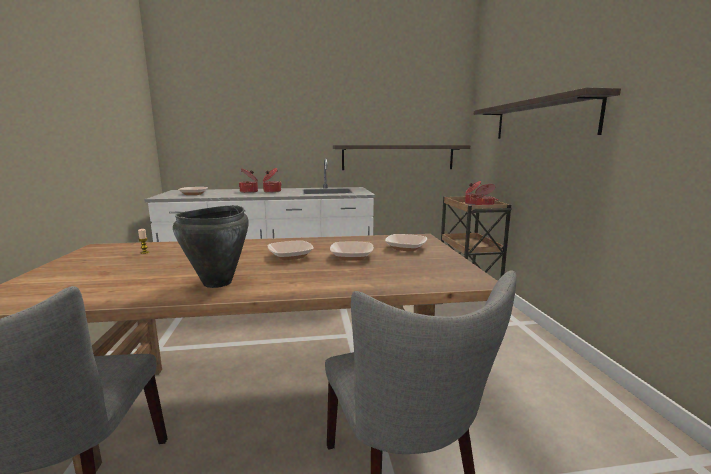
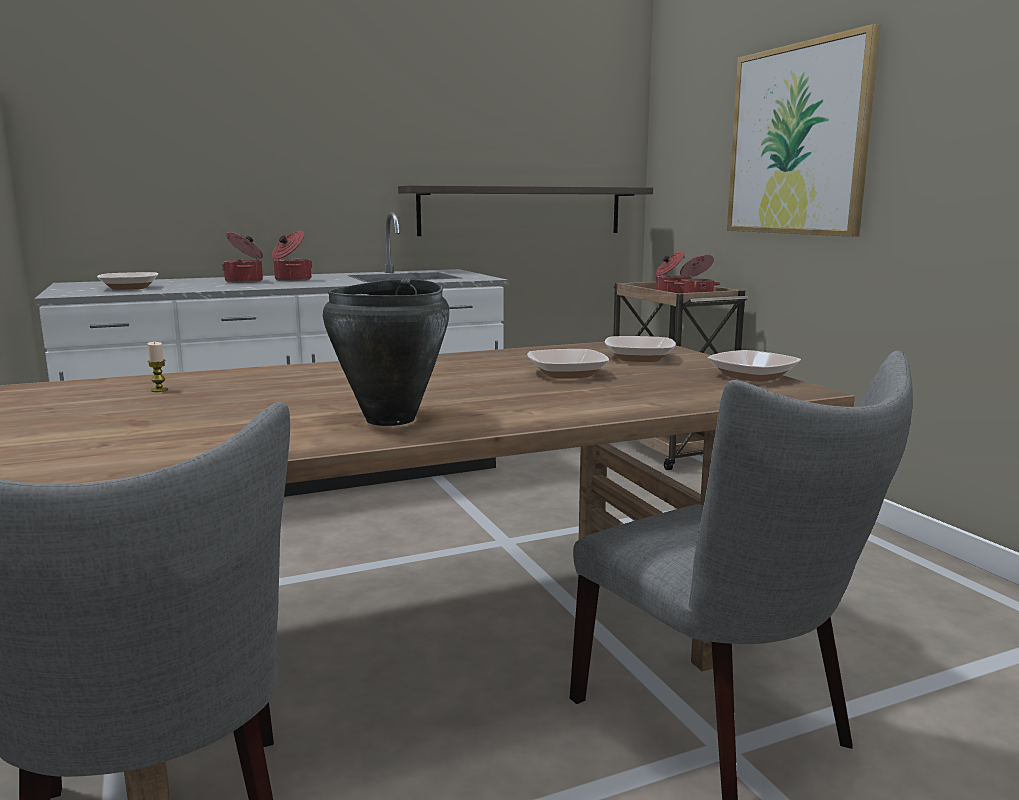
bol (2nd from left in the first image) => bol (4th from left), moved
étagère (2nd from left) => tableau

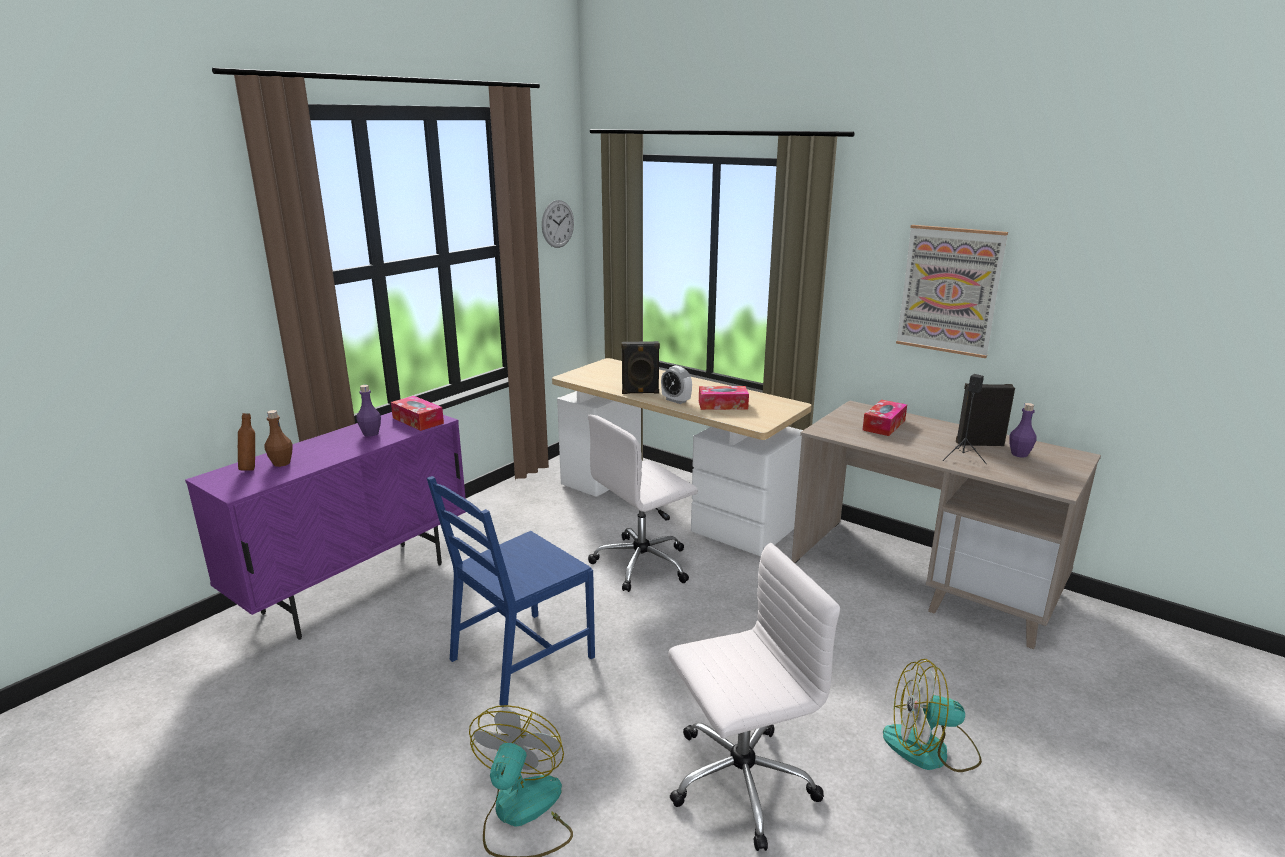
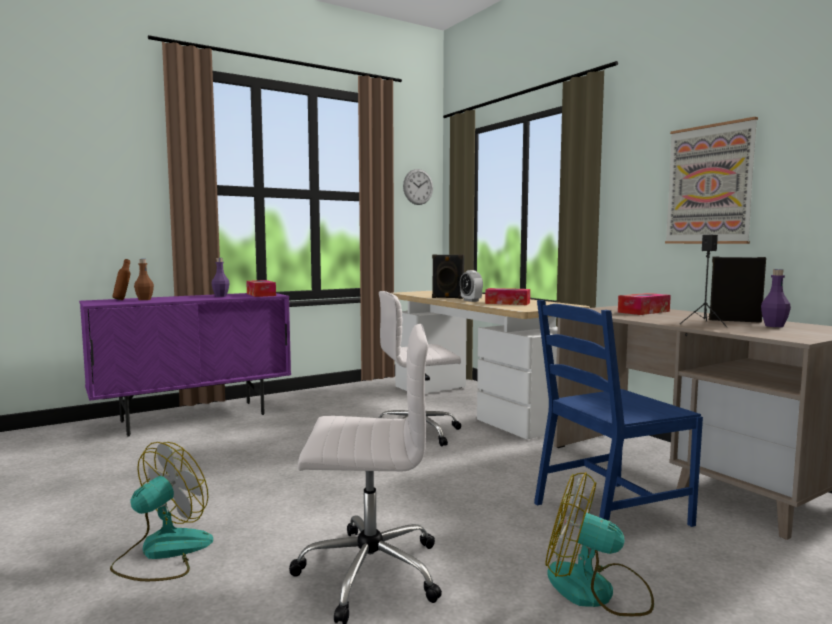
chaise [bleu], moved

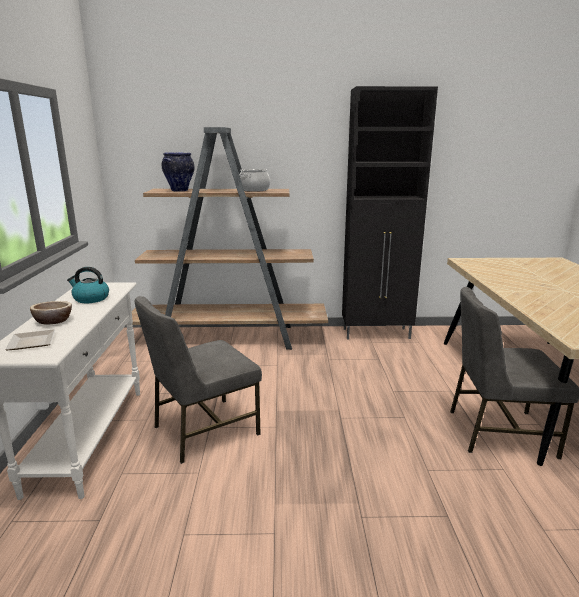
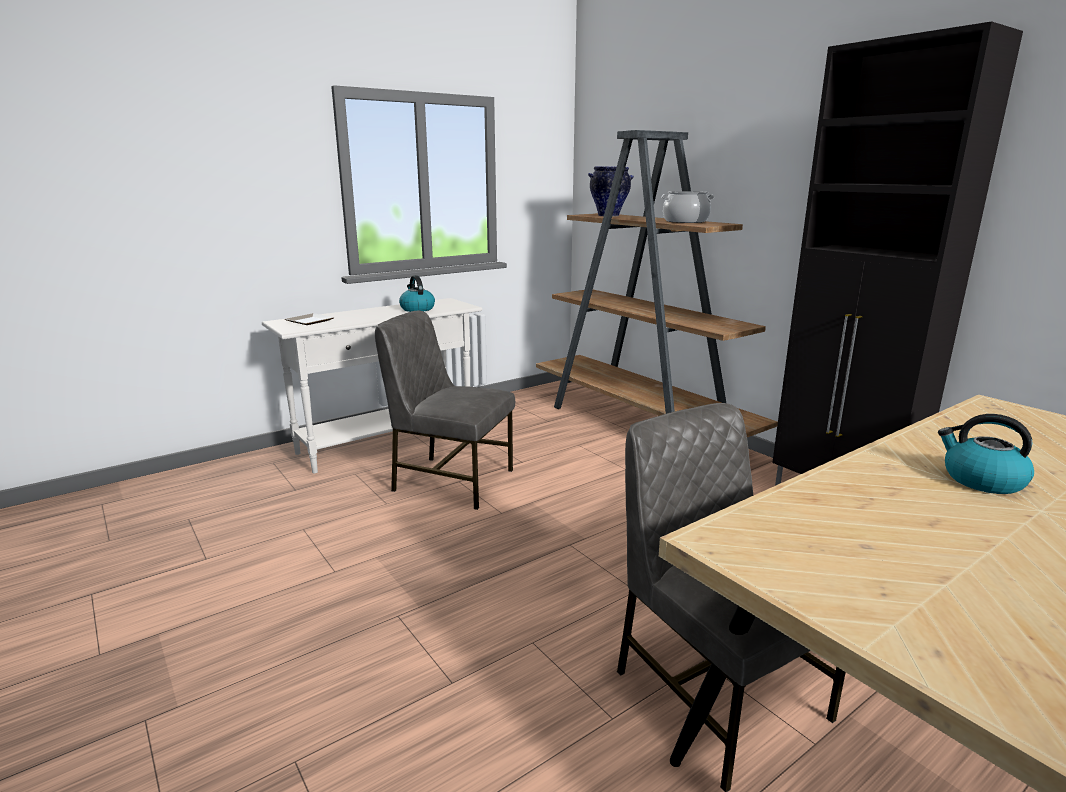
bol => nothing
nothing => bouilloire (2nd from left)

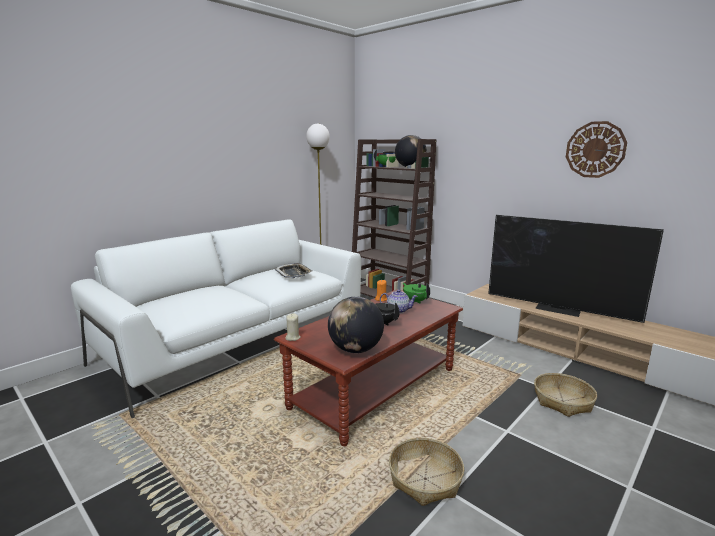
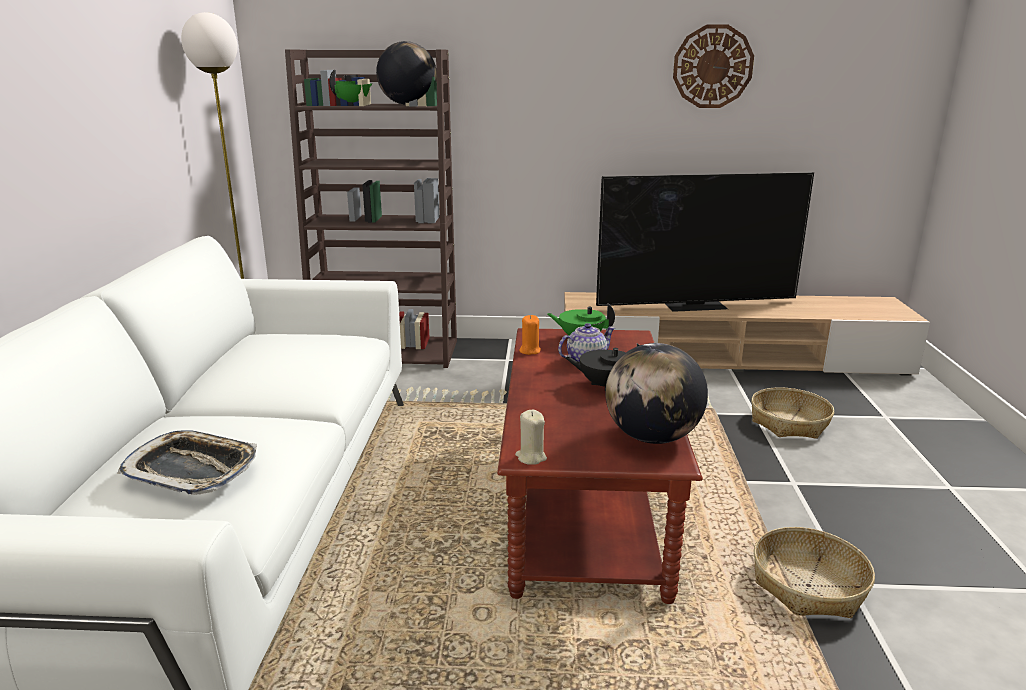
plateau, moved

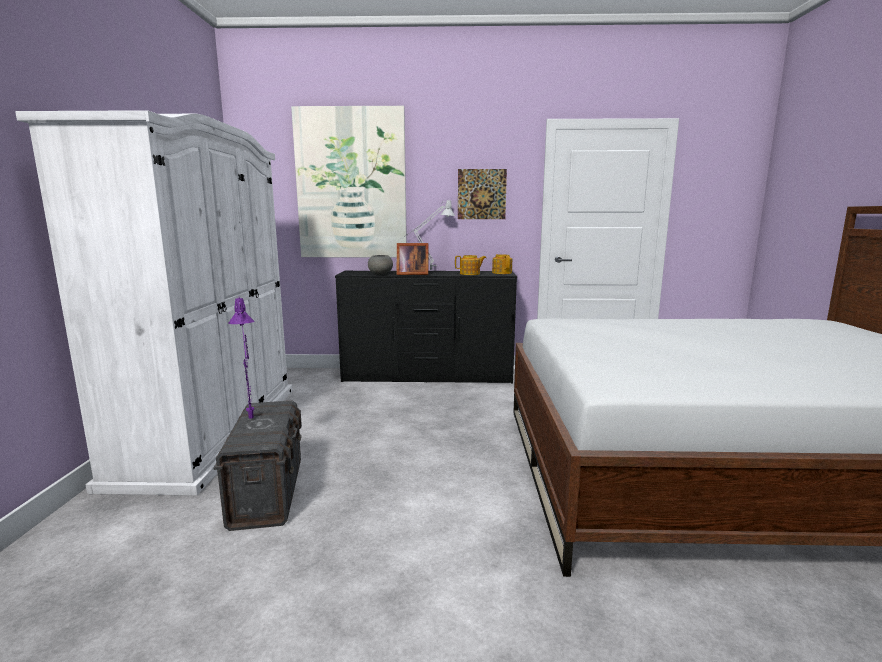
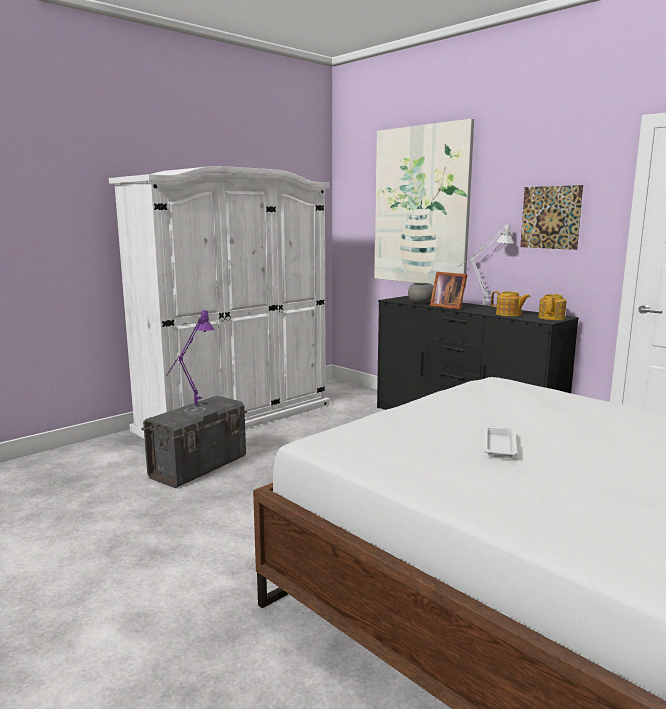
nothing => plateau [blanc]

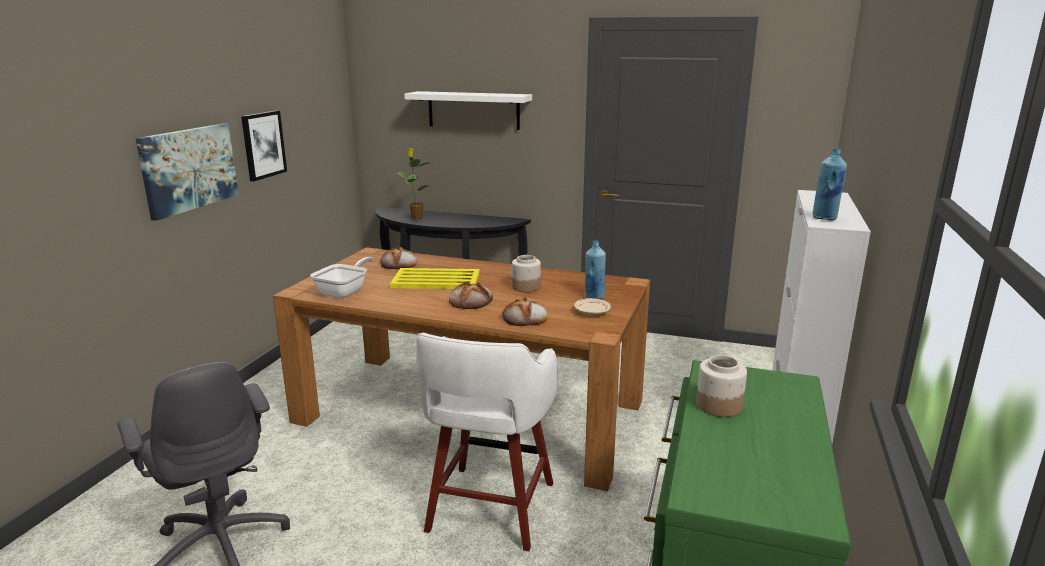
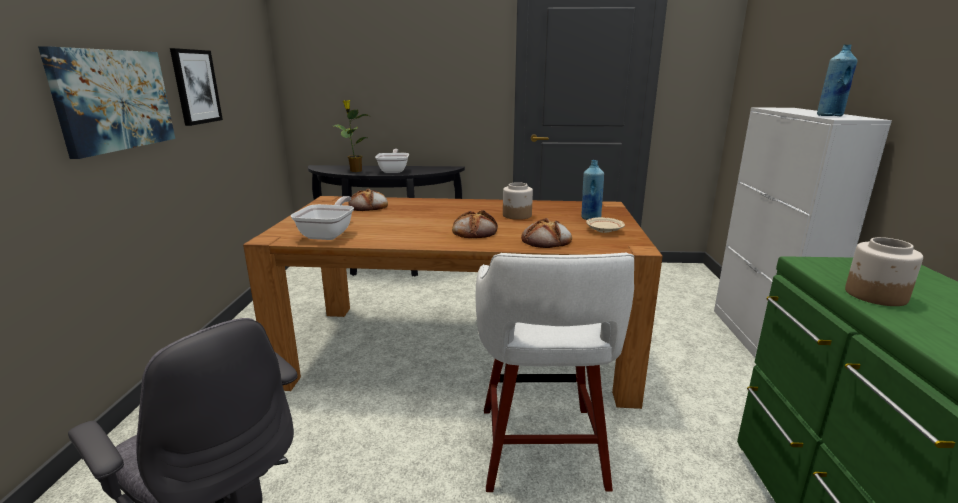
plateau [jaune] => nothing
étagère [blanc] => nothing
nothing => poêle (2nd from left)

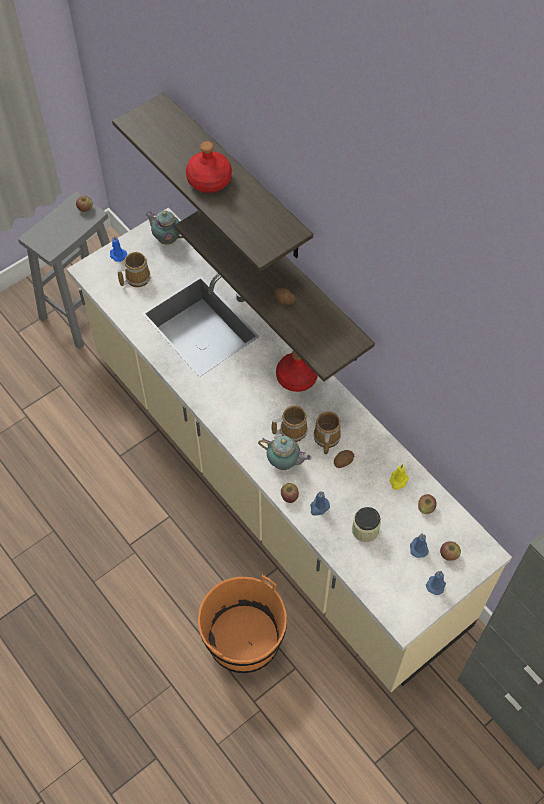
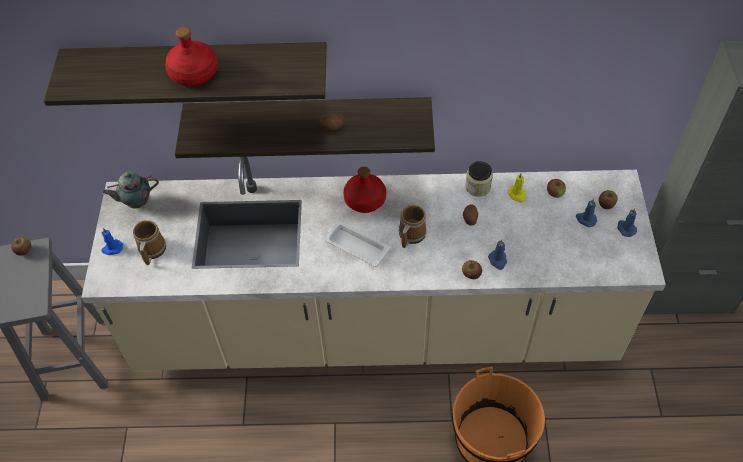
théière (2nd from left) => nothing
mug (3rd from left) => nothing
nothing => plateau [blanc]
bocal, moved

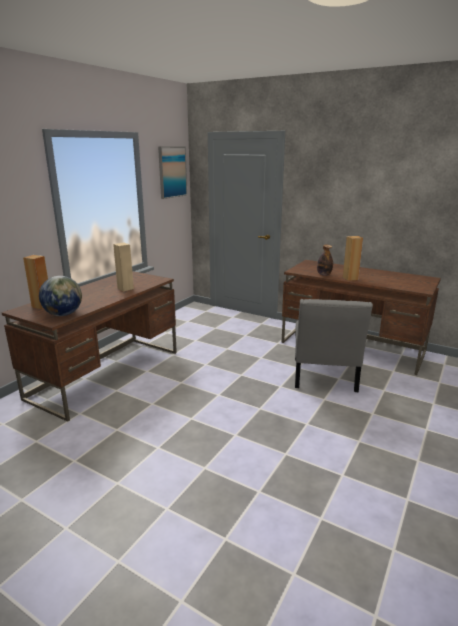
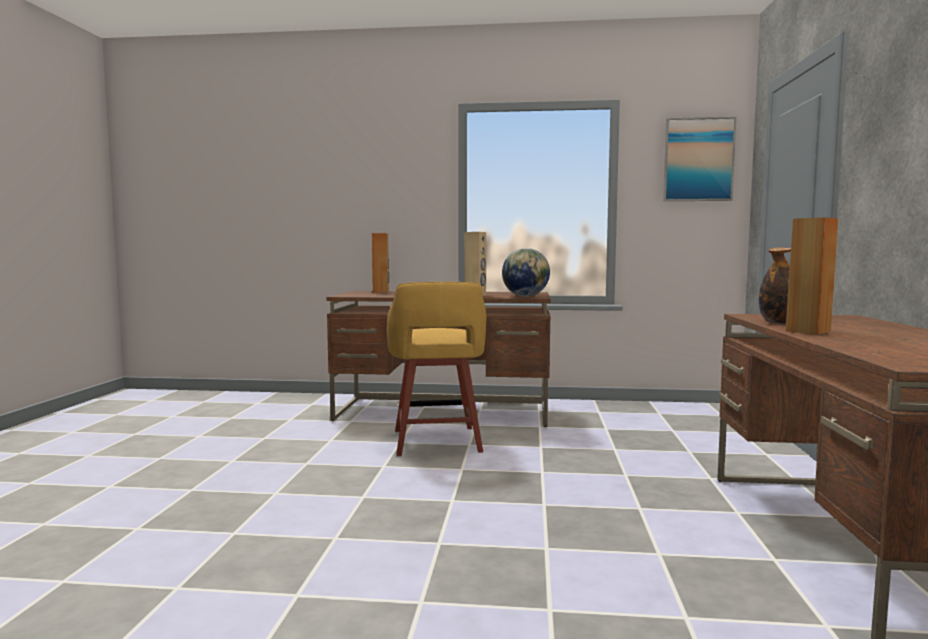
chaise [gris] => nothing
nothing => tabouret [jaune]
globe, moved

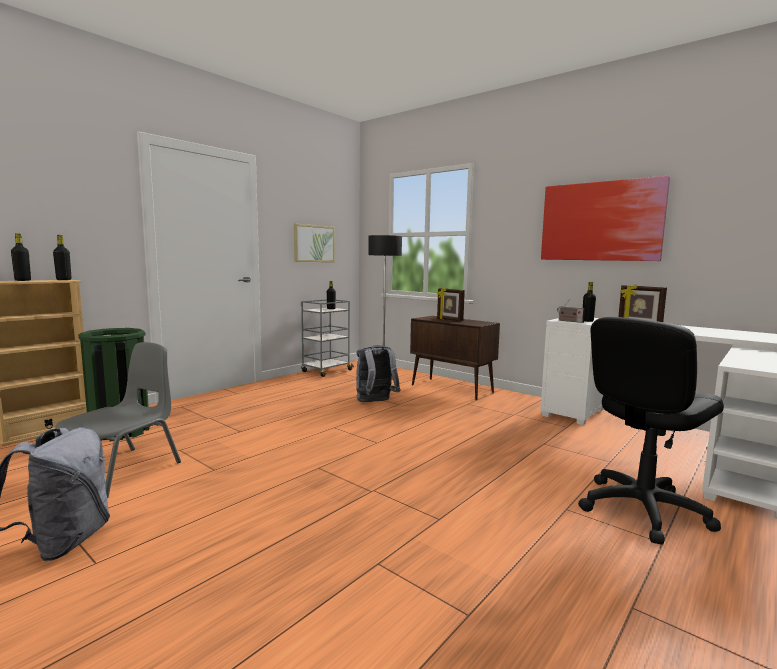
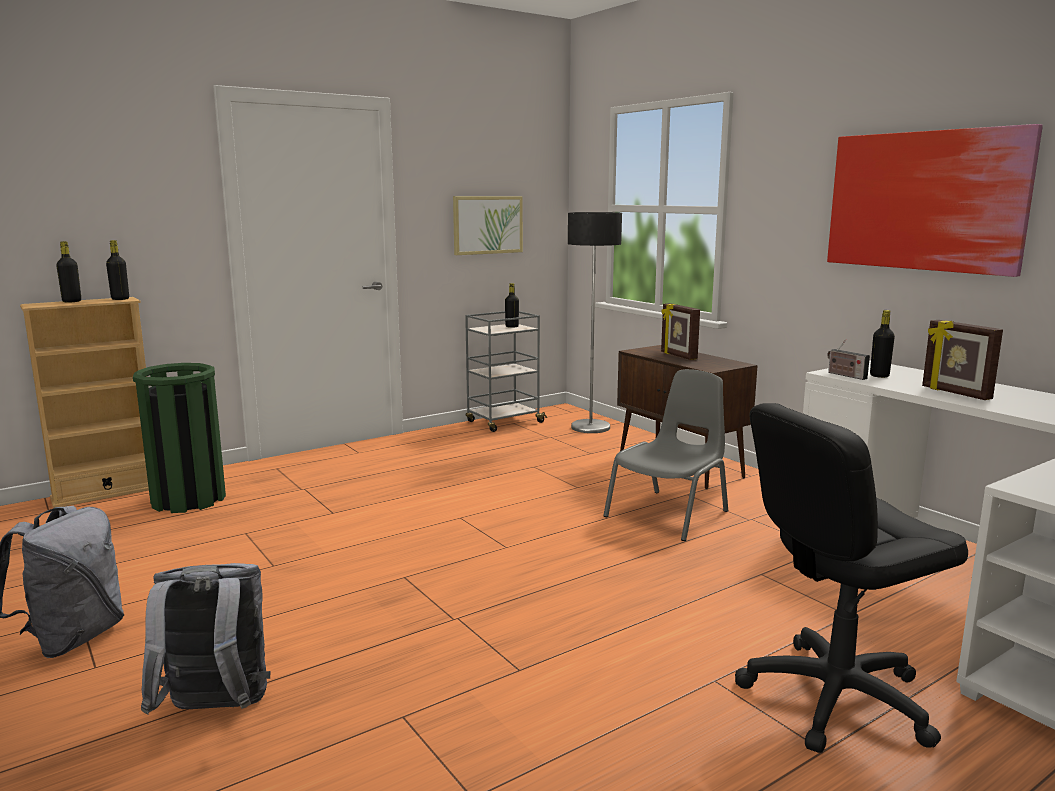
chaise [gris], moved
sac à dos [gris] (2nd from left), moved

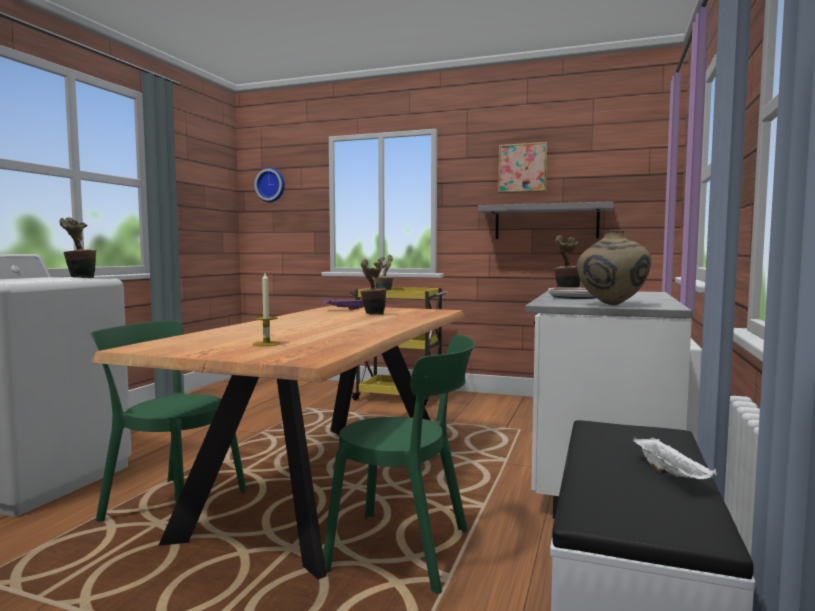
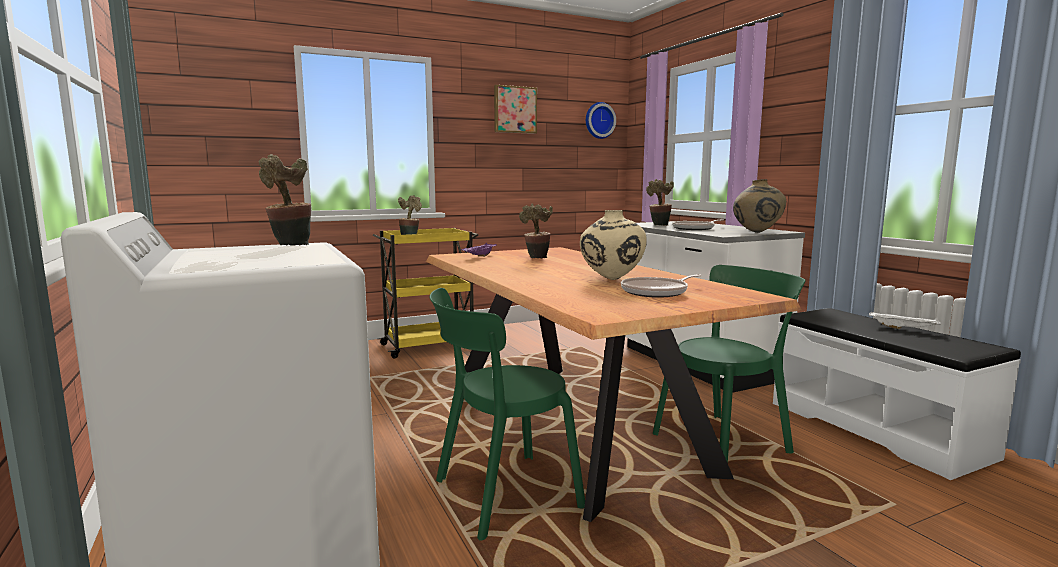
étagère [gris] => nothing
nothing => vase [beige] (1st from left)
horloge murale, moved
bougie => poêle (1st from left)

